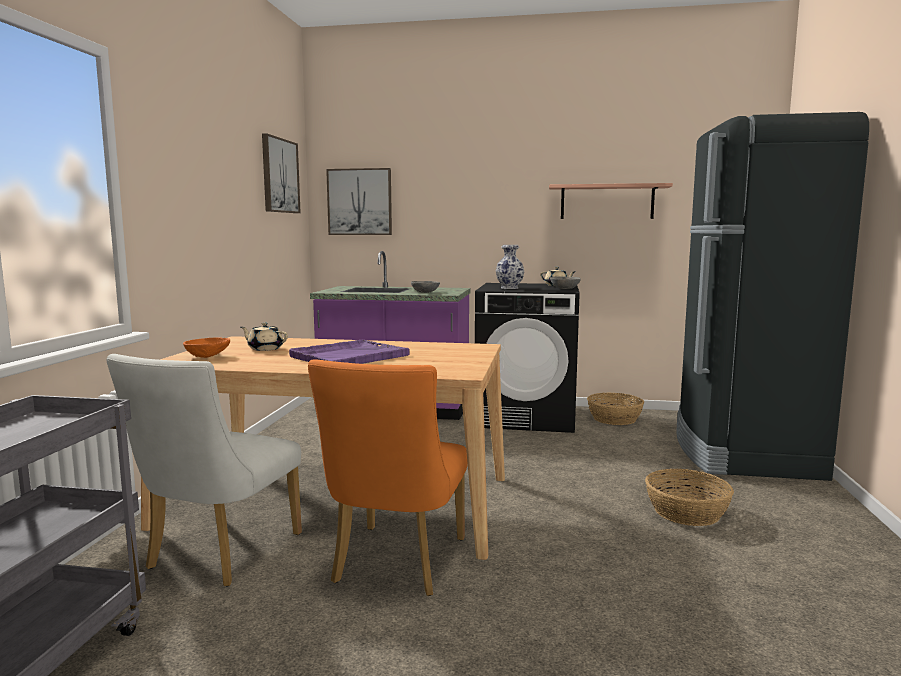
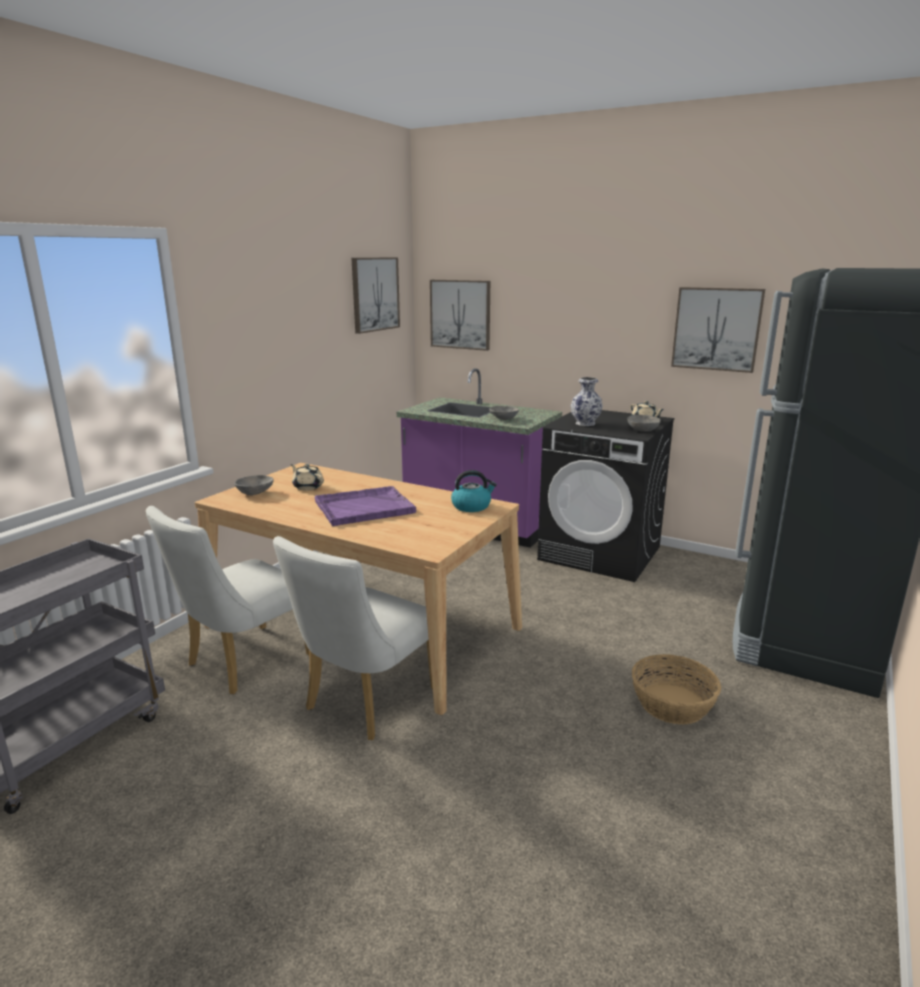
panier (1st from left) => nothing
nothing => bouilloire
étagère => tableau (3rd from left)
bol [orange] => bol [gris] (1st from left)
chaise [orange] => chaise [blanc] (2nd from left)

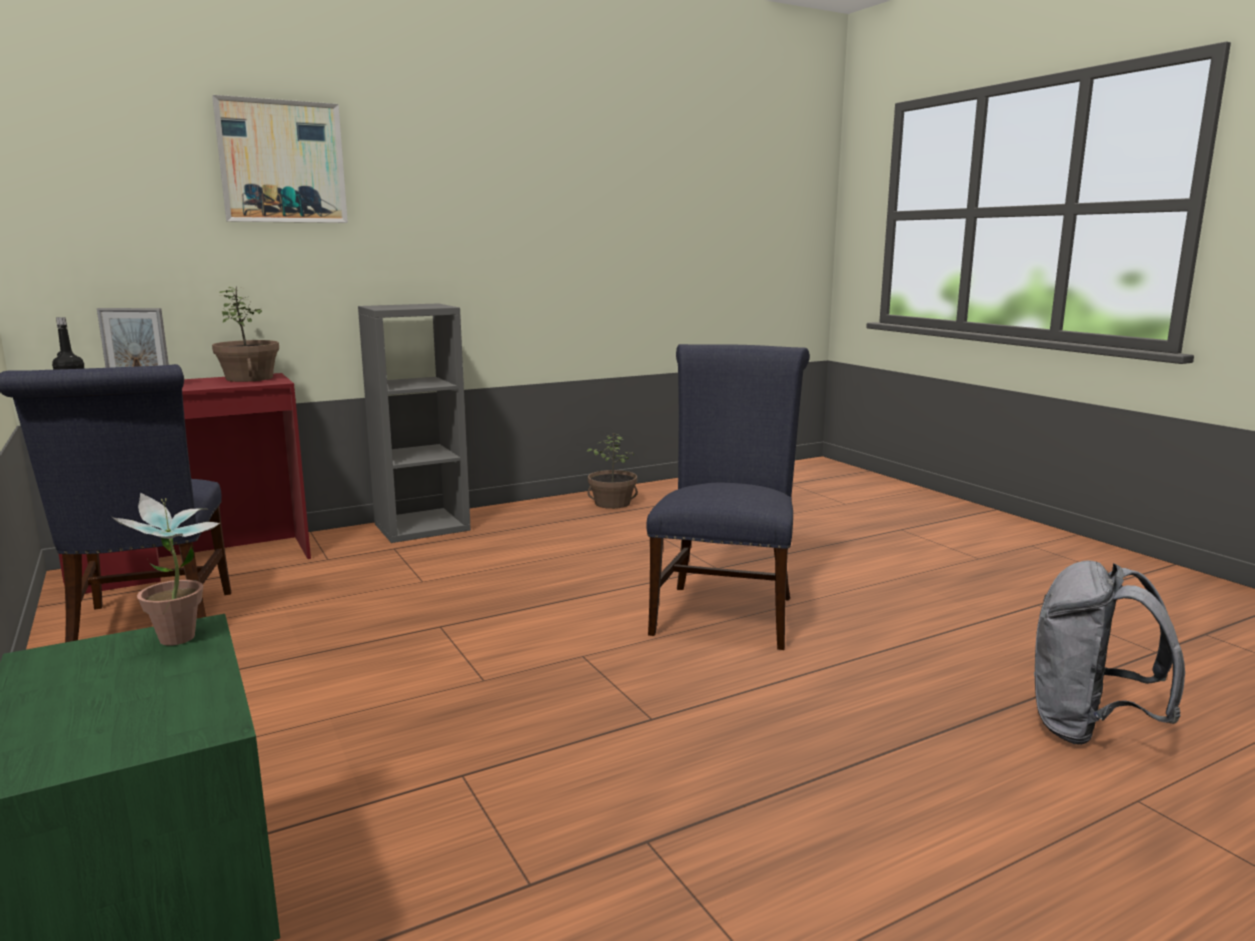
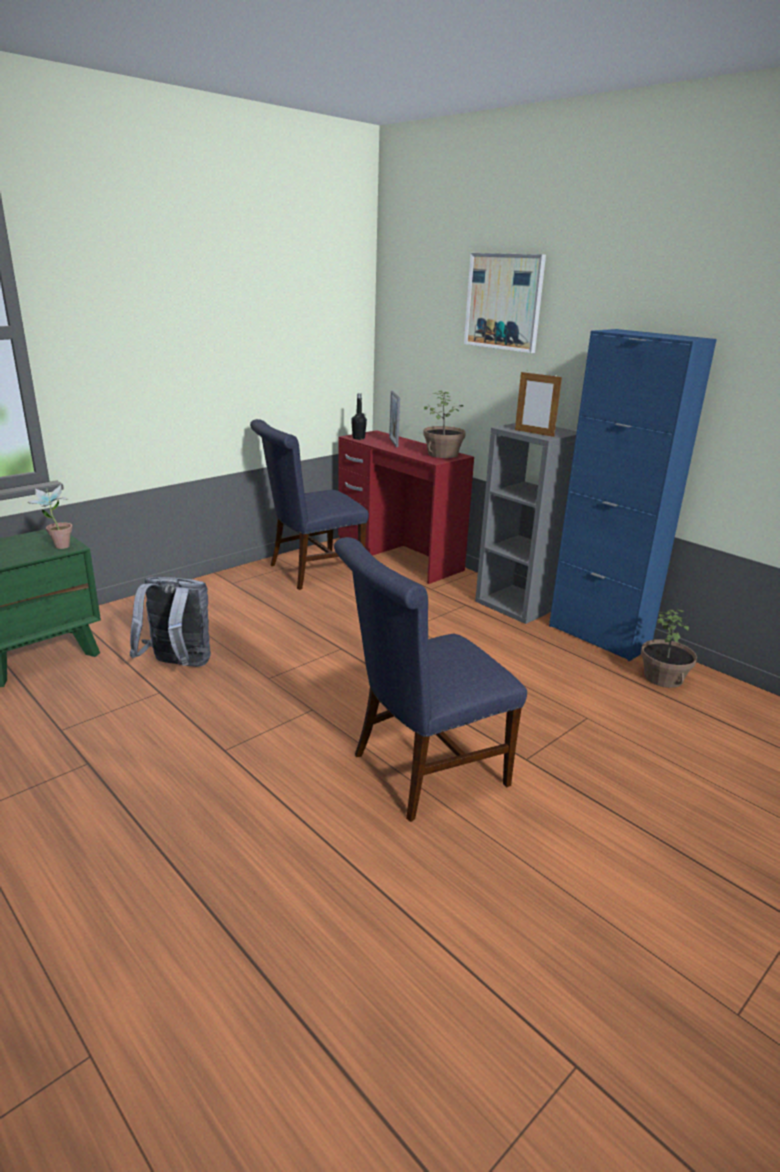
nothing => cadre photo (2nd from left)
nothing => meuble de rangement [bleu]
sac à dos [gris], moved
chaise [bleu] (2nd from left), 150 degrees clockwise

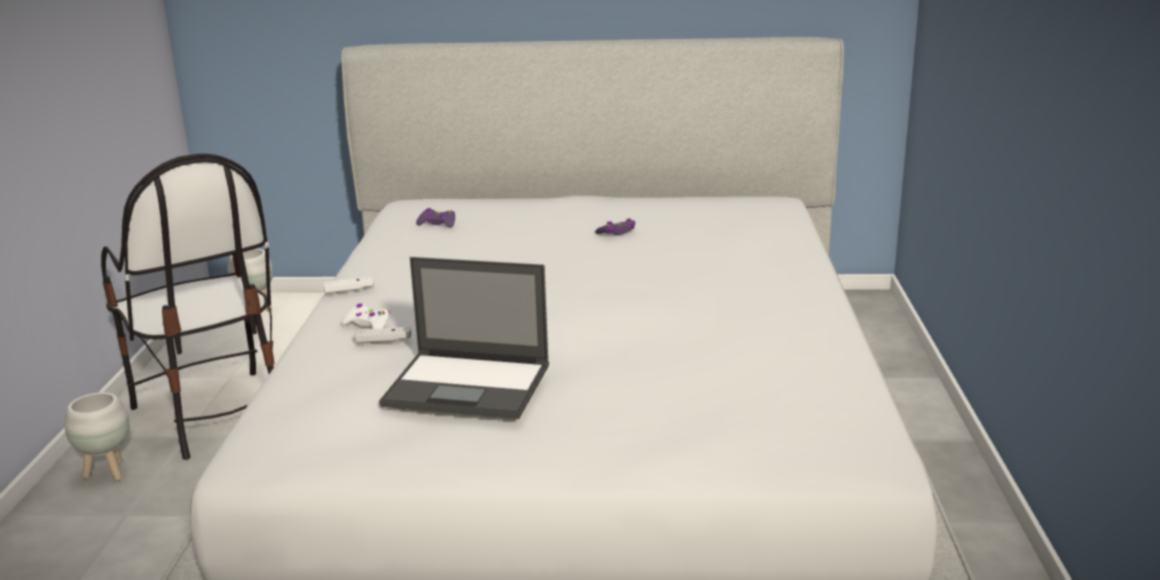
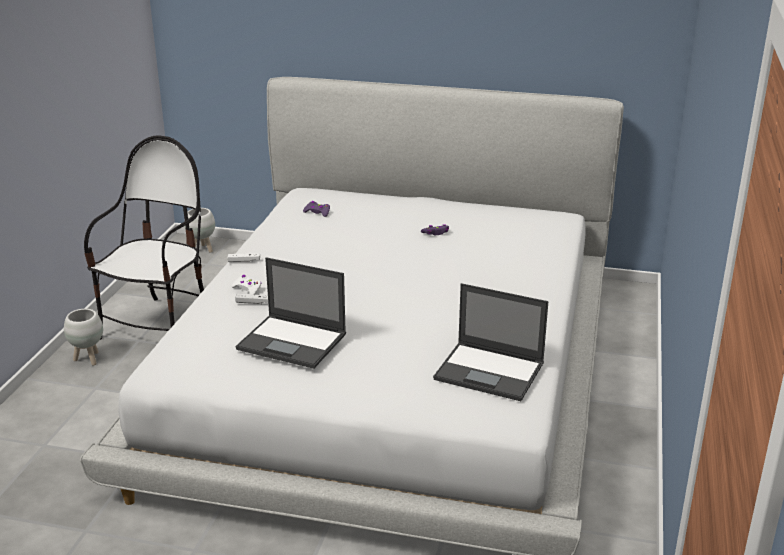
nothing => ordinateur portable (2nd from left)
chaise, 135 degrees counterclockwise

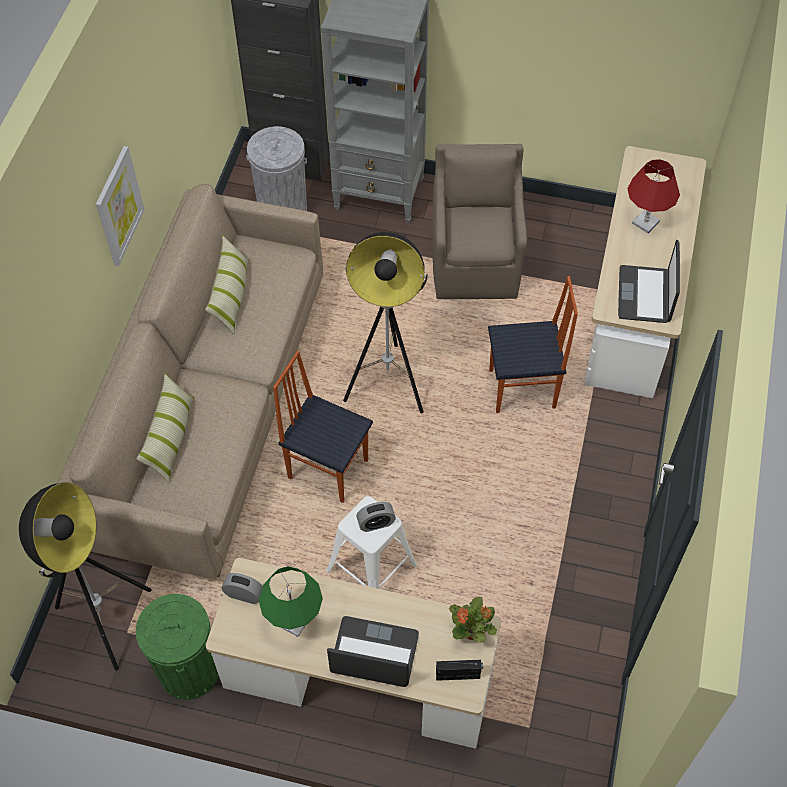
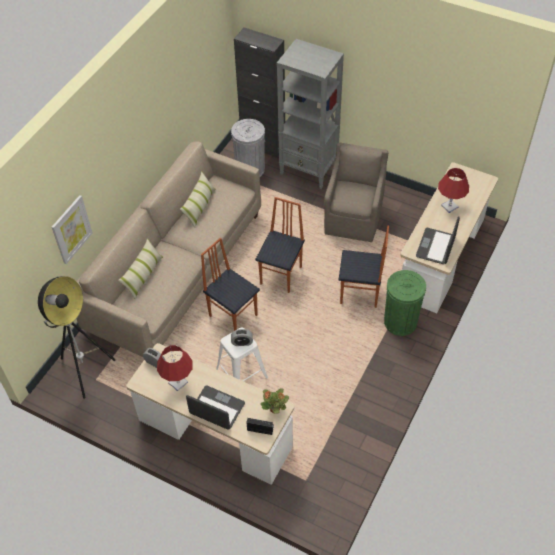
tableau, moved
poubelle [vert], moved
lampadaire (2nd from left) => chaise (2nd from left)
lampe de table [vert] => lampe de table [rouge] (1st from left)

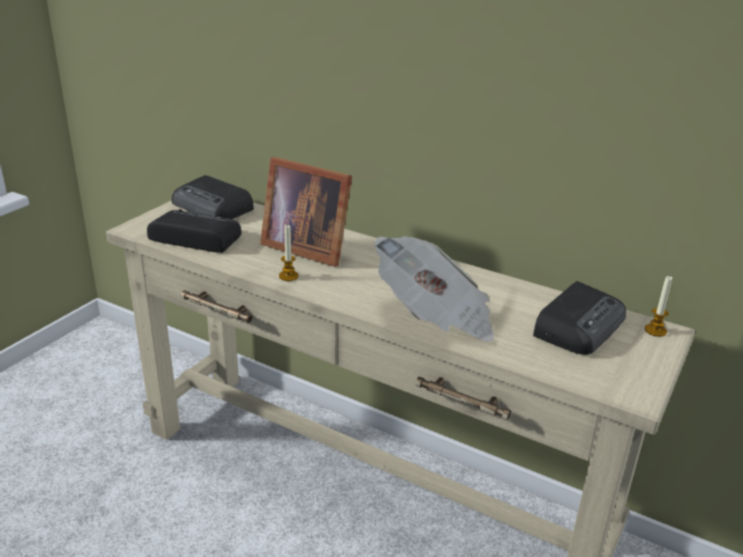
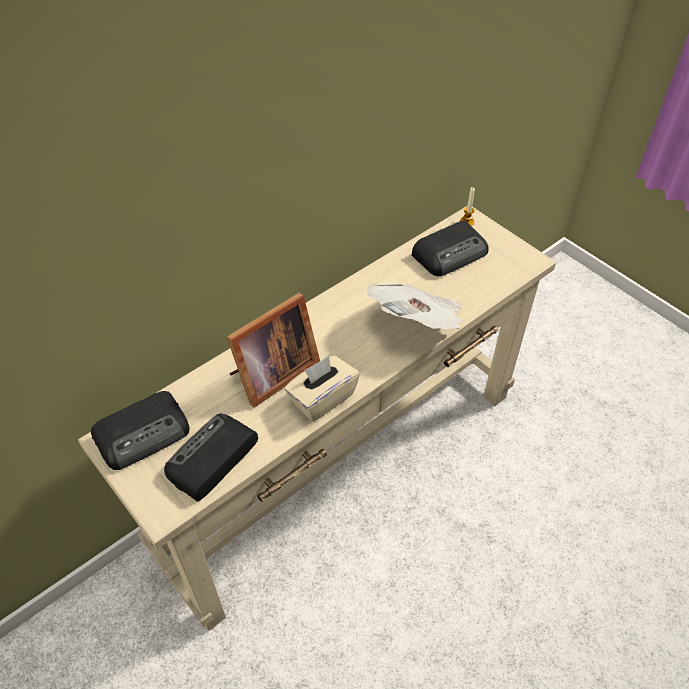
bougie (1st from left) => boîte à mouchoirs [beige]
radio (3rd from left), 90 degrees clockwise

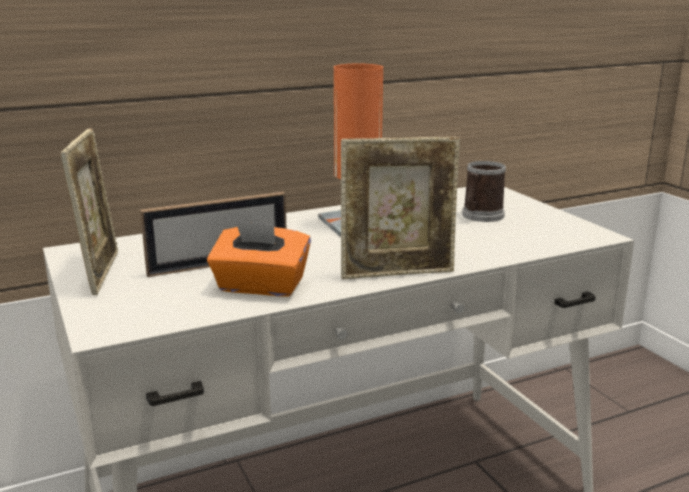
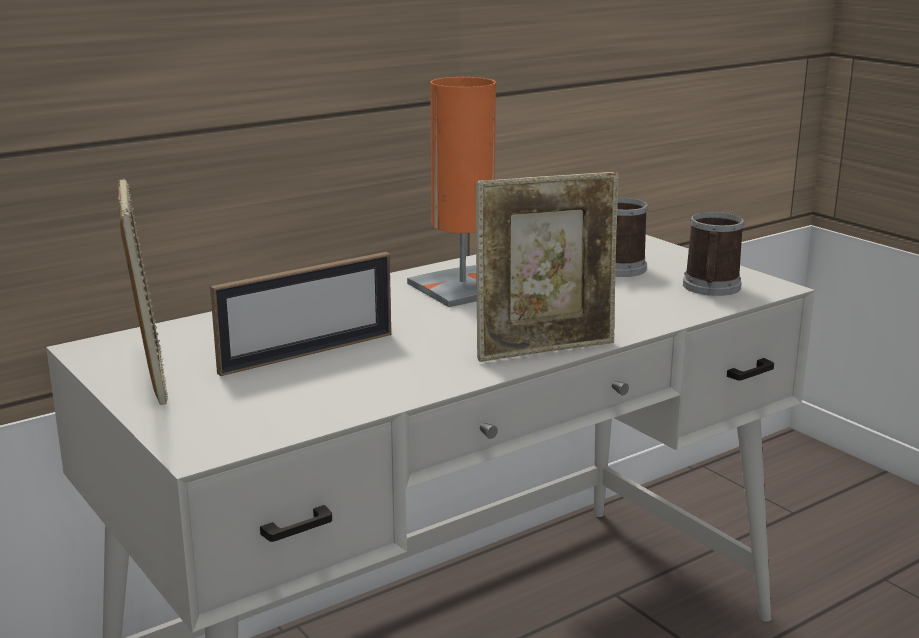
boîte à mouchoirs [orange] => nothing
nothing => mug (2nd from left)

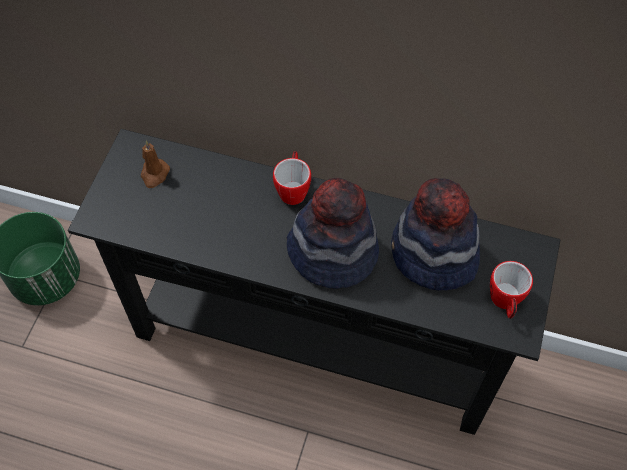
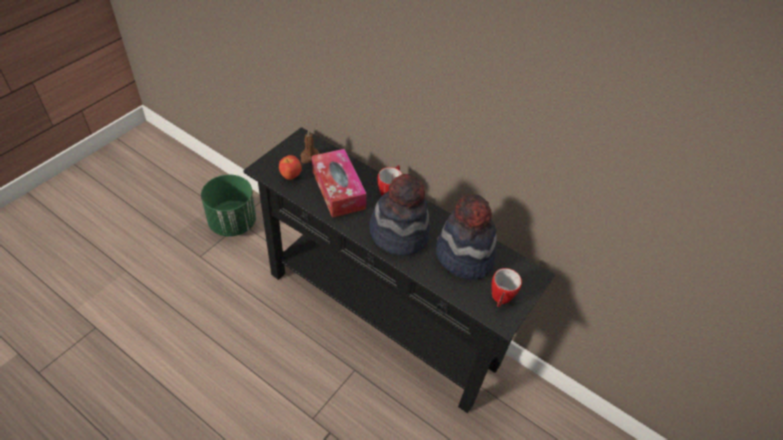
nothing => pomme
nothing => boîte à mouchoirs

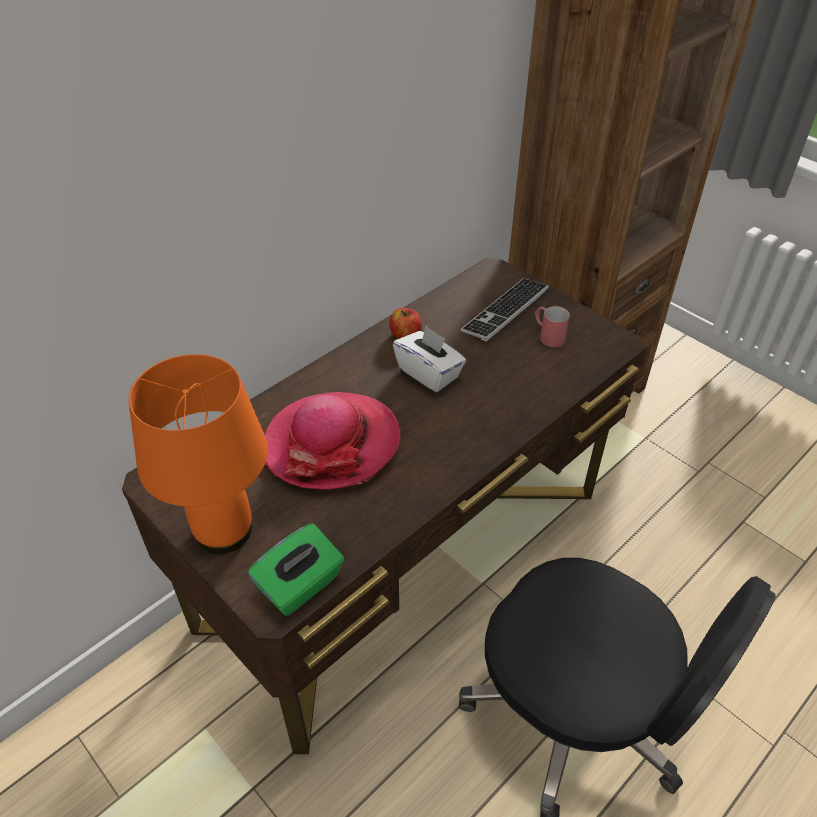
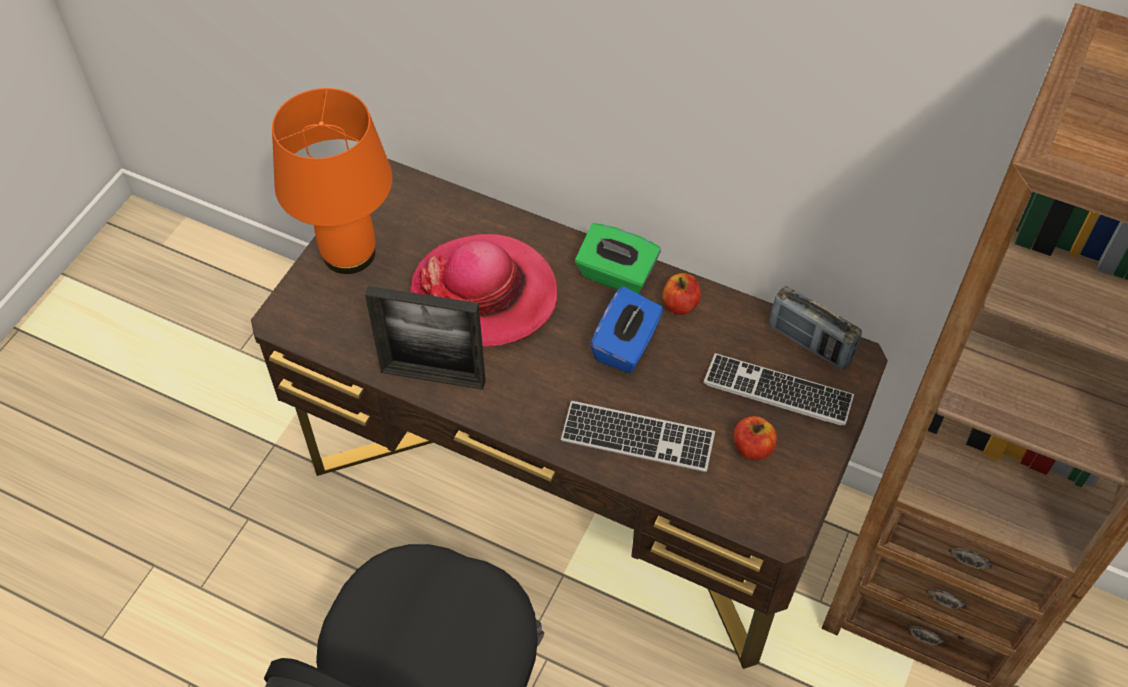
nothing => cadre photo
nothing => clavier (1st from left)
nothing => radio
boîte à mouchoirs [vert], moved
mug [rouge] => pomme (2nd from left)
boîte à mouchoirs [blanc] => boîte à mouchoirs [bleu]

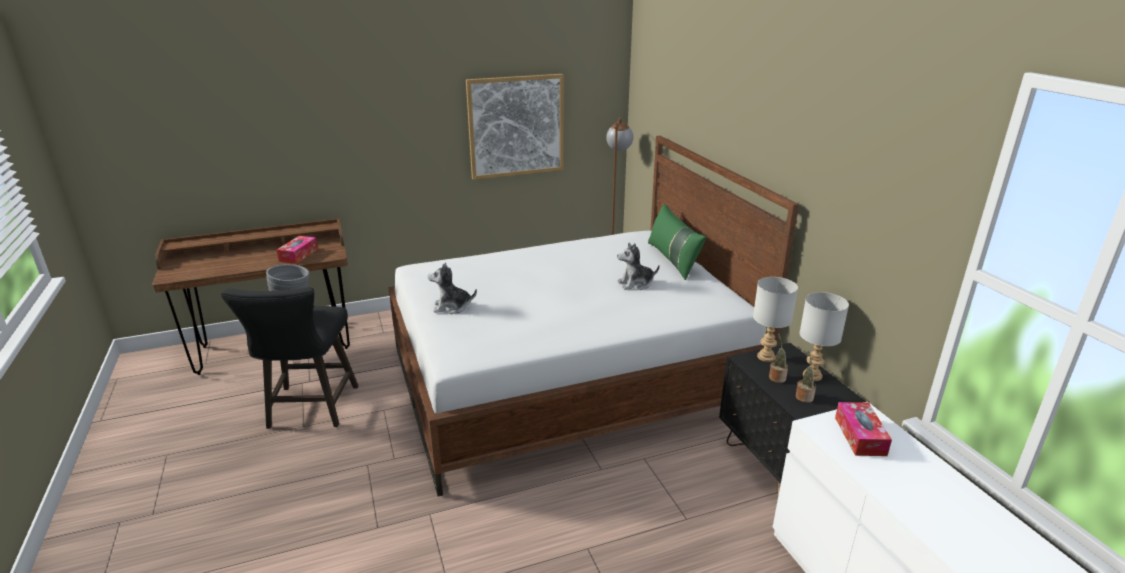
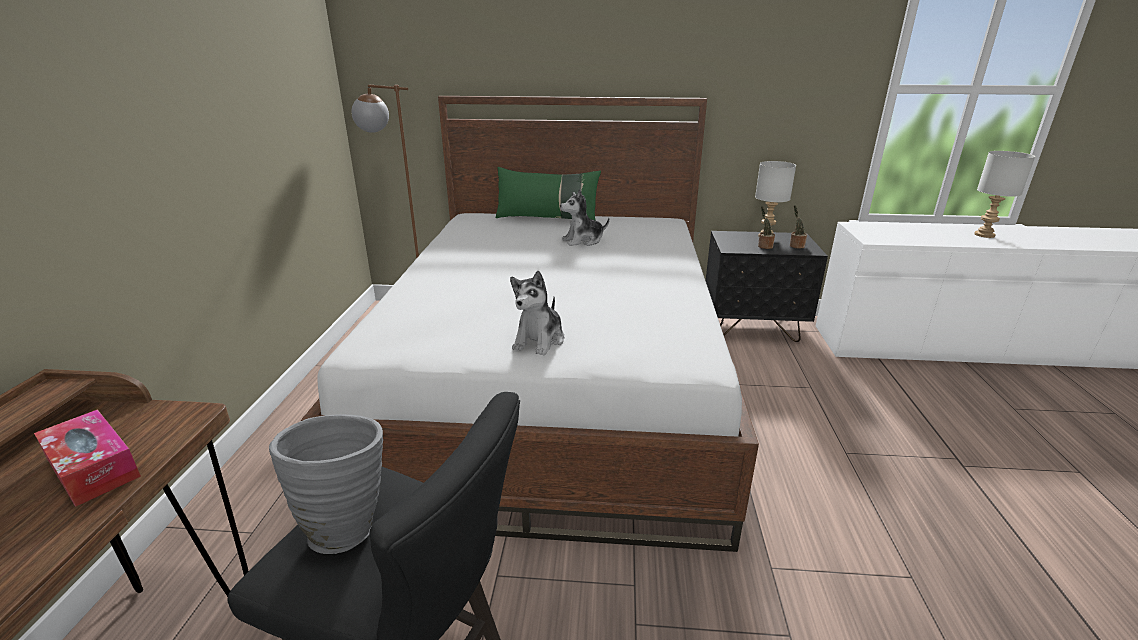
tableau => nothing
boîte à mouchoirs (2nd from left) => nothing
lampe de table [gris] (1st from left in the first image) => lampe de table [gris] (2nd from left), moved
peluche (2nd from left), 60 degrees clockwise

